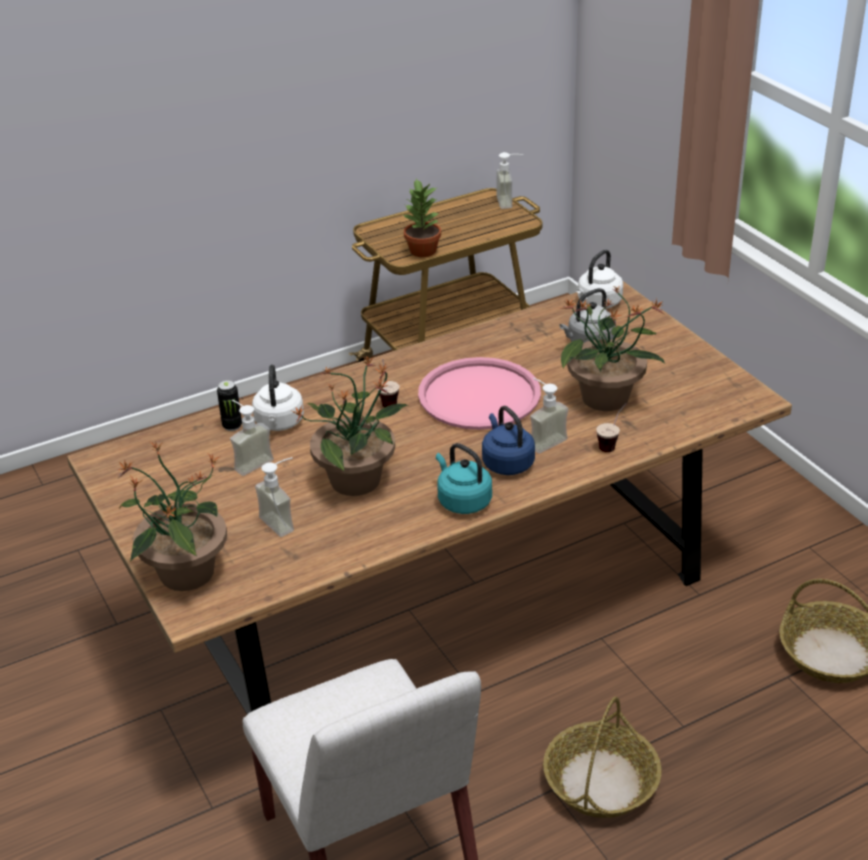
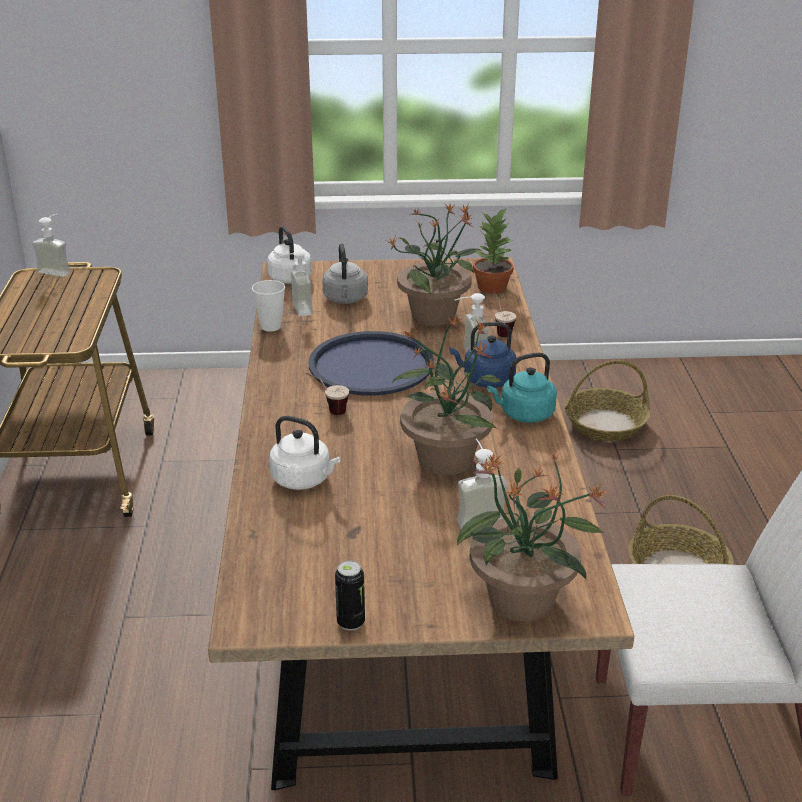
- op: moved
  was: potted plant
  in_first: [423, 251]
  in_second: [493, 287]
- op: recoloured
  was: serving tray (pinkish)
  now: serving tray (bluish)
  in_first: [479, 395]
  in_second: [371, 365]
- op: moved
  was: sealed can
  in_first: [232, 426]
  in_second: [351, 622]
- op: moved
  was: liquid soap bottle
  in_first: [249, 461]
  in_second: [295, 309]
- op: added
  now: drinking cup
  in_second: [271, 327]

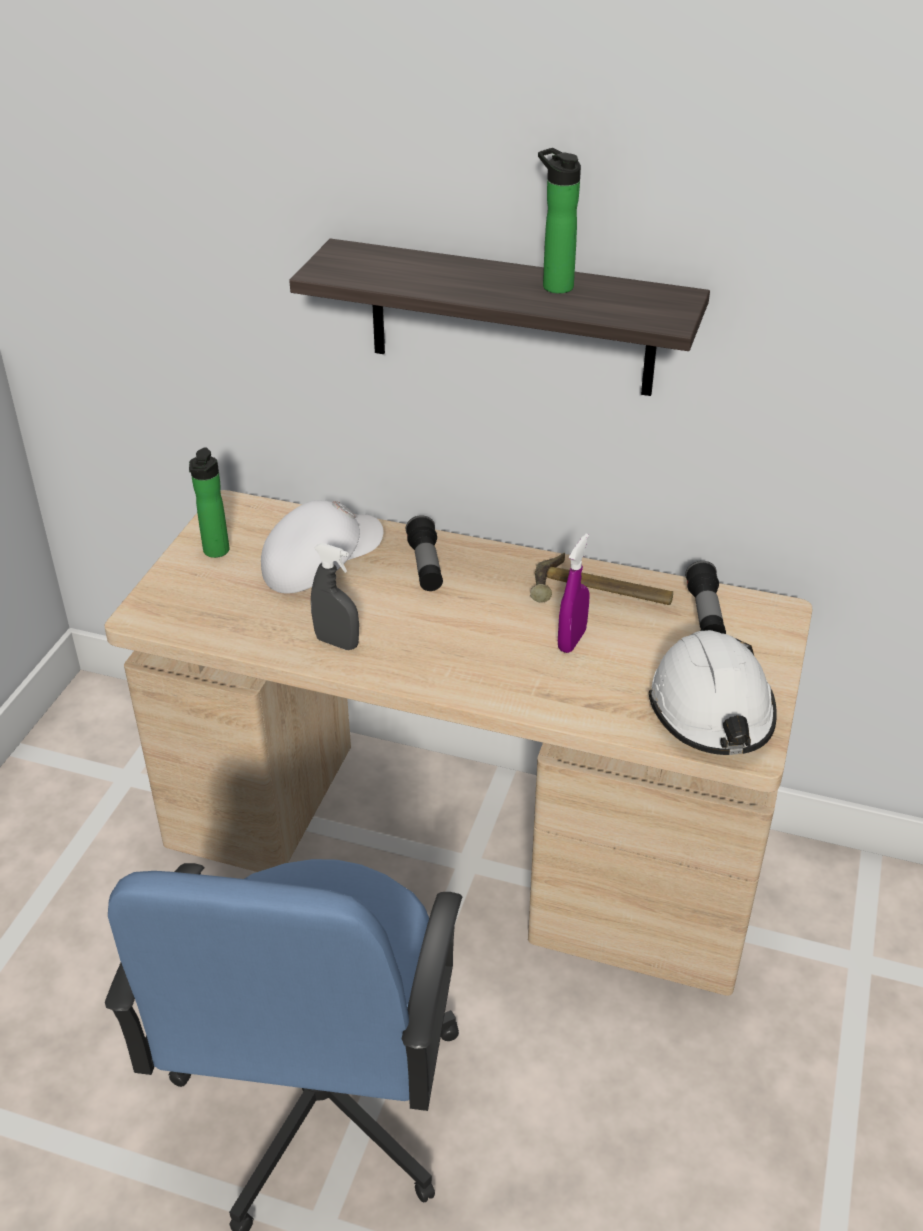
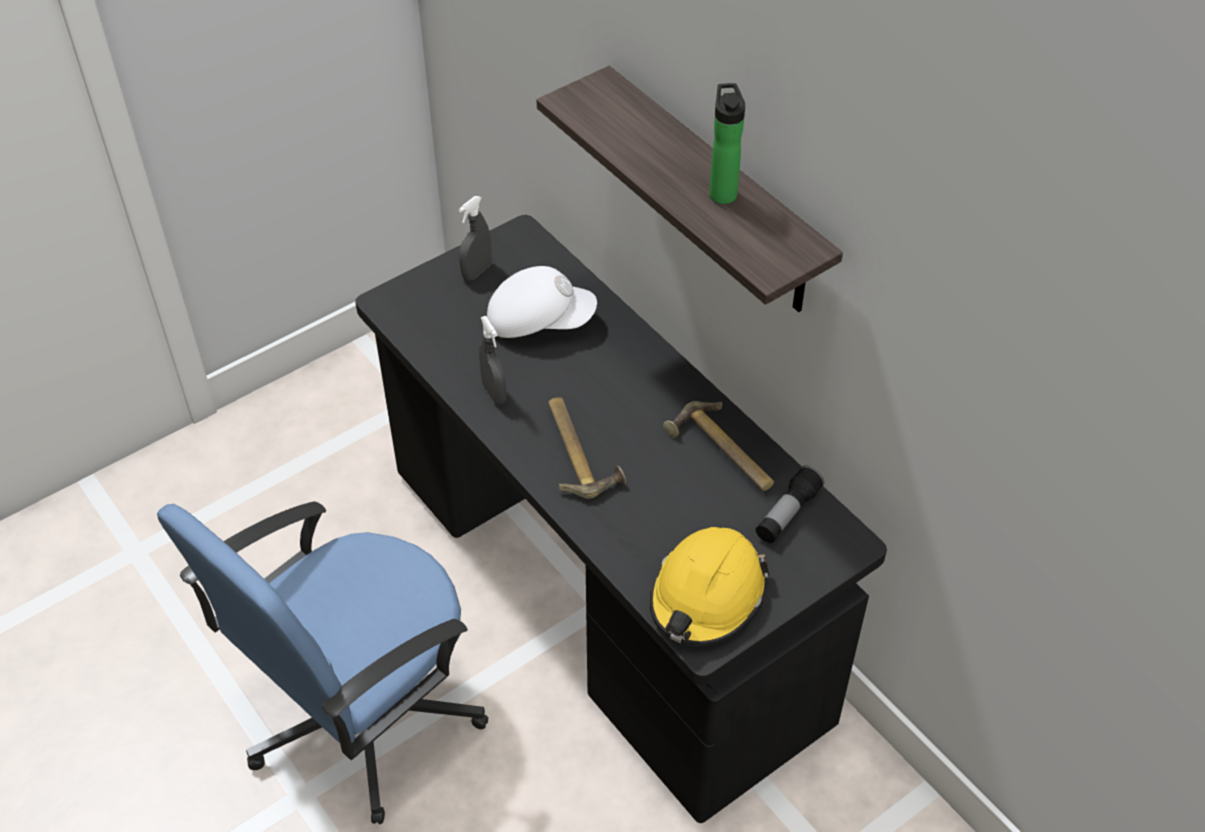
- op: replaced
  was: drink bottle
  now: sprayer (gray)
  in_first: [215, 553]
  in_second: [476, 271]
- op: recoloured
  was: desk (beige-coloured)
  now: desk (black-coloured)
  in_first: [462, 851]
  in_second: [603, 593]
- op: removed
  was: hand torch
  in_first: [425, 566]
- op: removed
  was: sprayer (purple-coloured)
  in_first: [572, 640]
- op: recoloured
  was: work helmet (white-coloured)
  now: work helmet (yellowish)
  in_first: [712, 711]
  in_second: [706, 596]
- op: added
  now: hammer
  in_second: [579, 451]

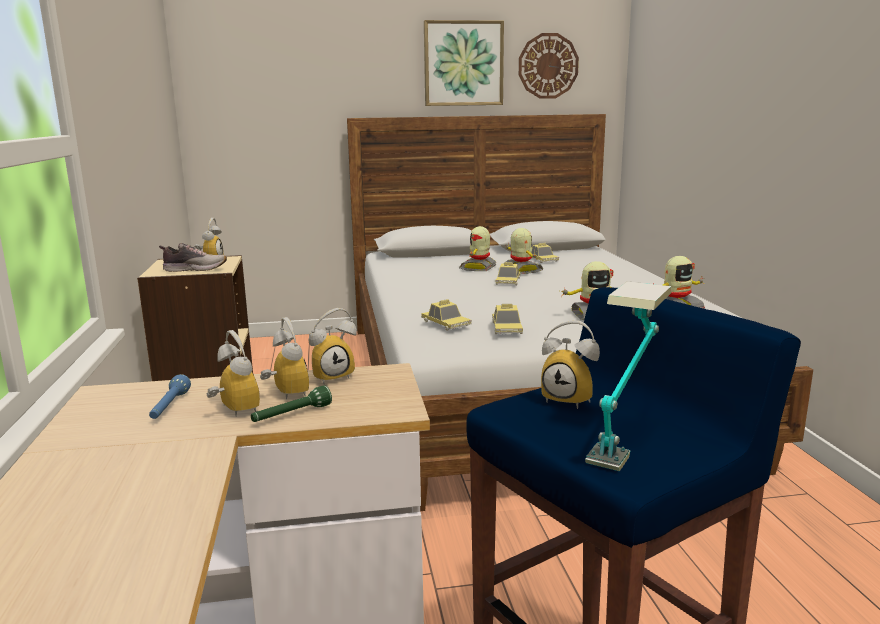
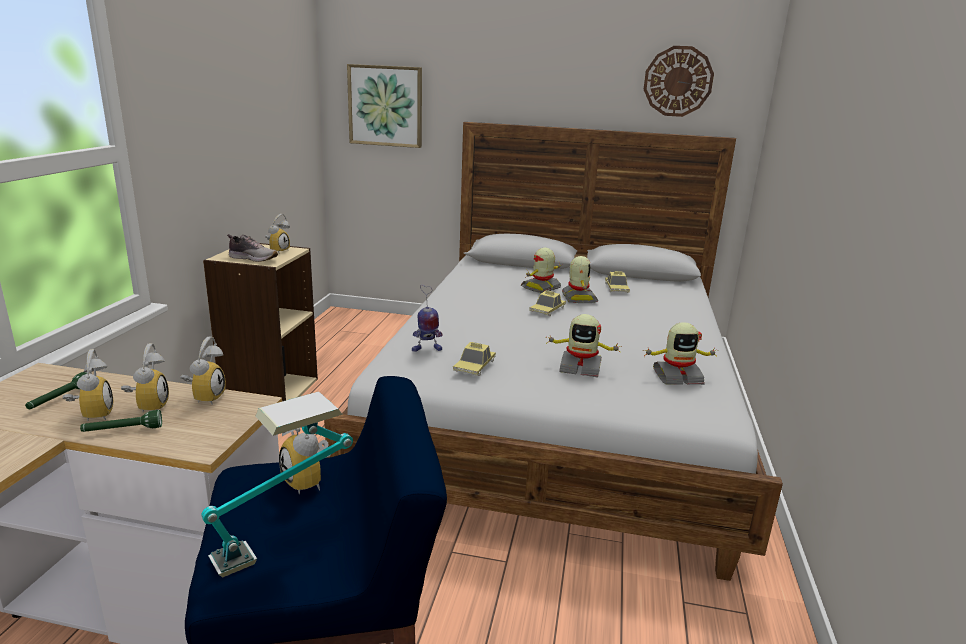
- op: moved
  was: picture
  in_first: [463, 63]
  in_second: [385, 106]
- op: replaced
  was: miniature car
  now: robot figure
  in_first: [446, 324]
  in_second: [426, 349]
- op: turned
  was: alarm clock
  in_first: [332, 376]
  in_second: [205, 397]
  clockwise: -75
- op: recoloured
  was: hand torch (bluish)
  now: hand torch (green-coloured)
  in_first: [169, 407]
  in_second: [60, 399]

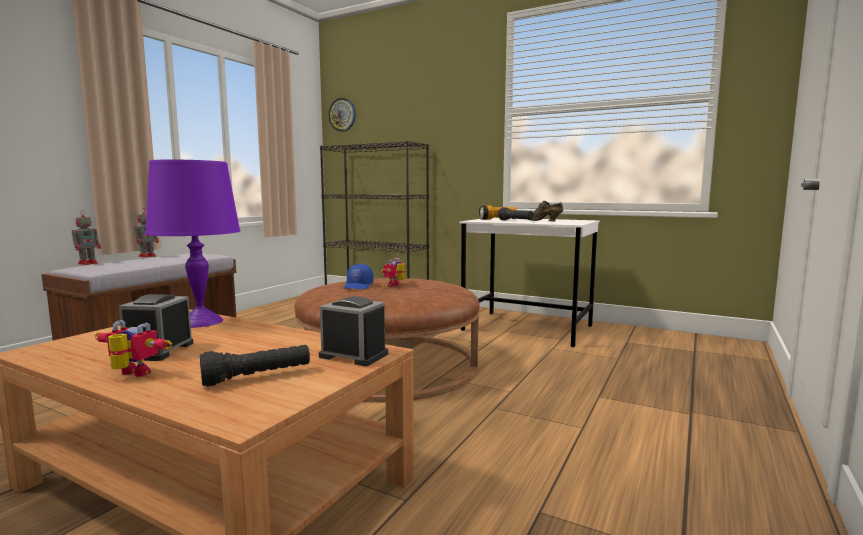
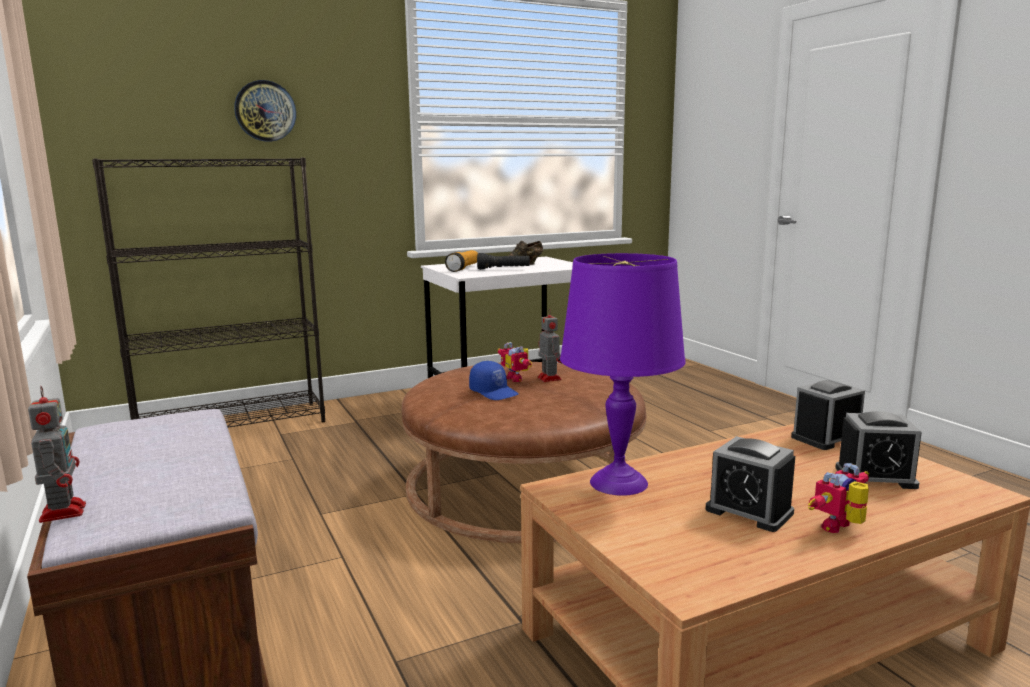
- op: moved
  was: wall clock
  in_first: [342, 115]
  in_second: [265, 111]
- op: moved
  was: robot figure
  in_first: [148, 256]
  in_second: [548, 378]
- op: replaced
  was: hand torch (black-coloured)
  now: alarm clock
  in_first: [257, 377]
  in_second: [875, 477]

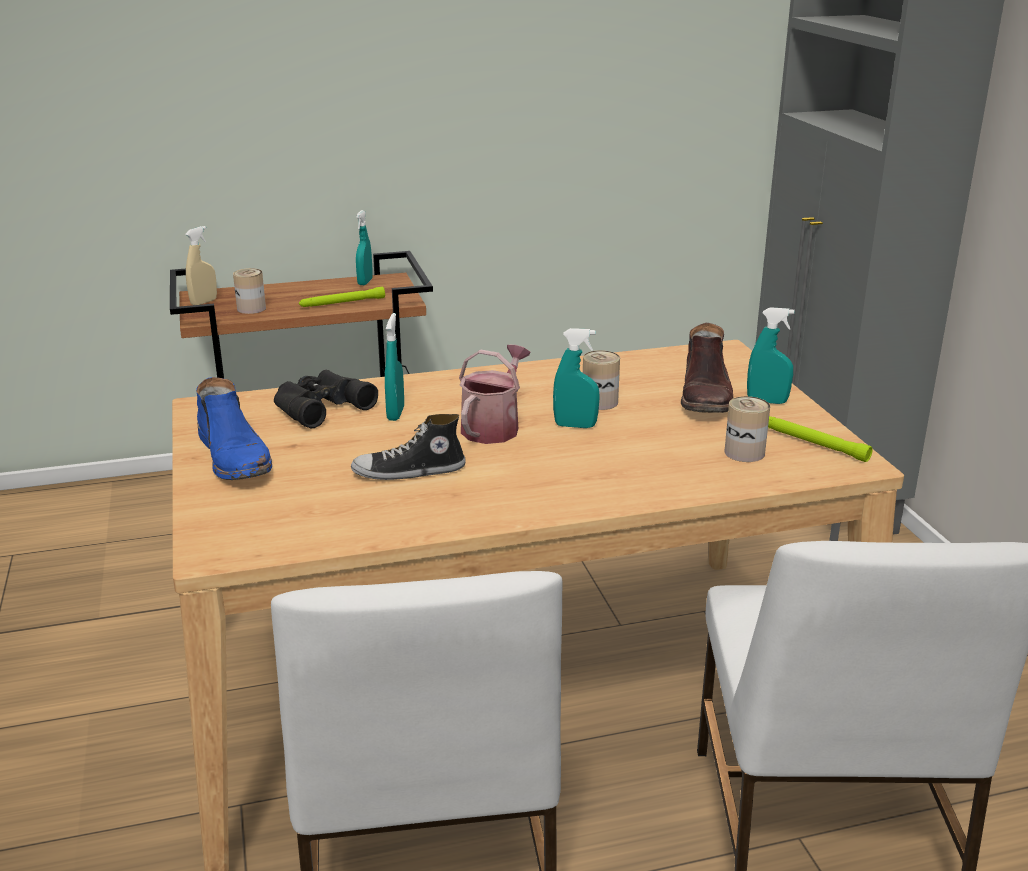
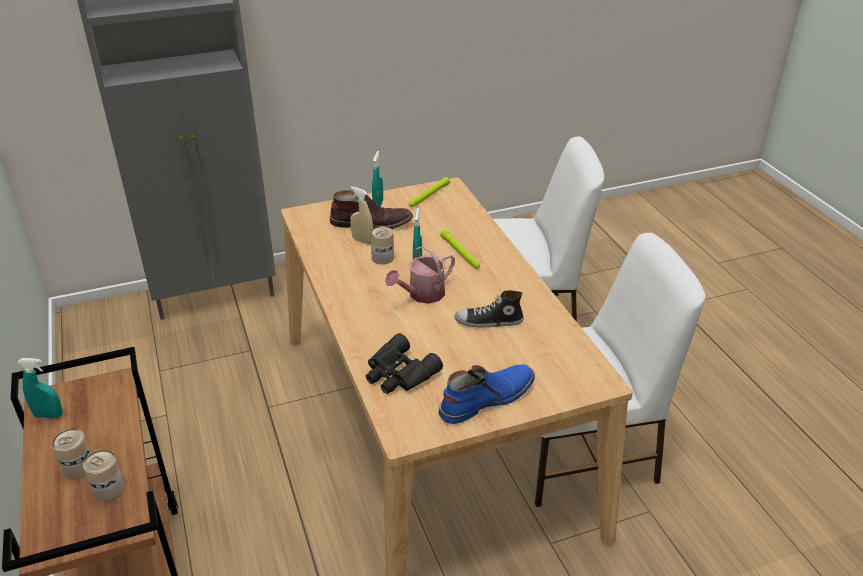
- op: moved
  was: sprayer (beige-coloured)
  in_first: [204, 302]
  in_second: [362, 241]
- op: moved
  was: hand torch (green-coloured)
  in_first: [342, 303]
  in_second: [460, 253]
- op: removed
  was: sprayer (blue-green)
  in_first: [395, 413]
- op: turned
  was: sprinkling can
  in_first: [493, 426]
  in_second: [422, 295]
  clockwise: -60
- op: moved
  was: sealed can
  in_first: [744, 452]
  in_second: [78, 467]
- op: turned
  was: low shoe
  in_first: [409, 472]
  in_second: [488, 321]
  clockwise: 105

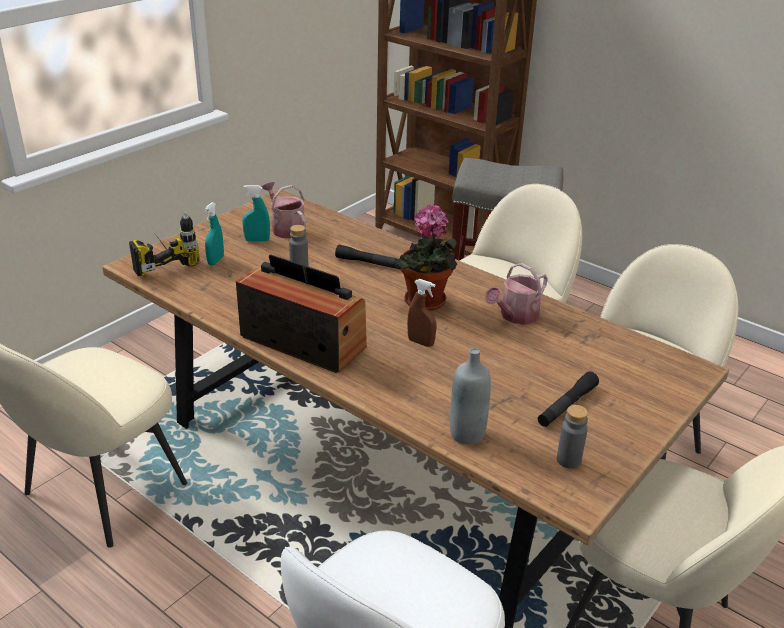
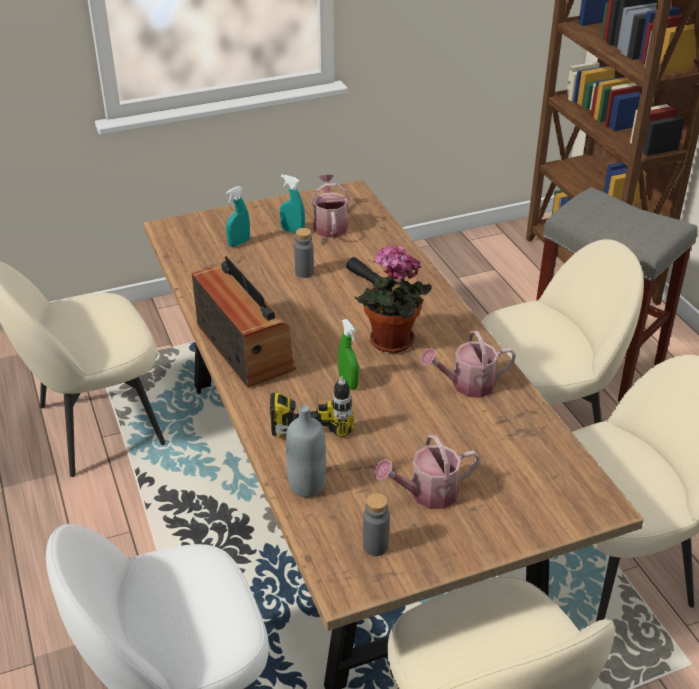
- op: moved
  was: drill
  in_first: [161, 259]
  in_second: [312, 414]
- op: recoloured
  was: sprayer (brownish)
  now: sprayer (green-coloured)
  in_first: [420, 342]
  in_second: [348, 382]
- op: replaced
  was: hand torch (black-coloured)
  now: sprinkling can
  in_first: [567, 405]
  in_second: [427, 494]

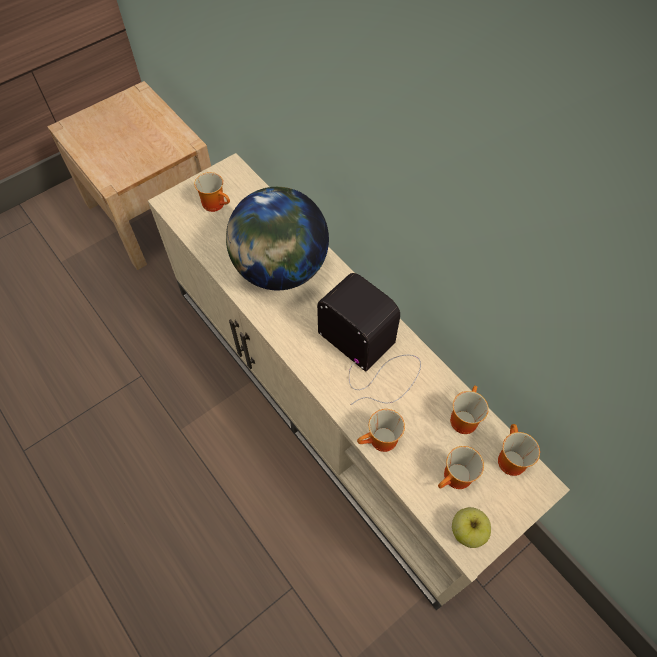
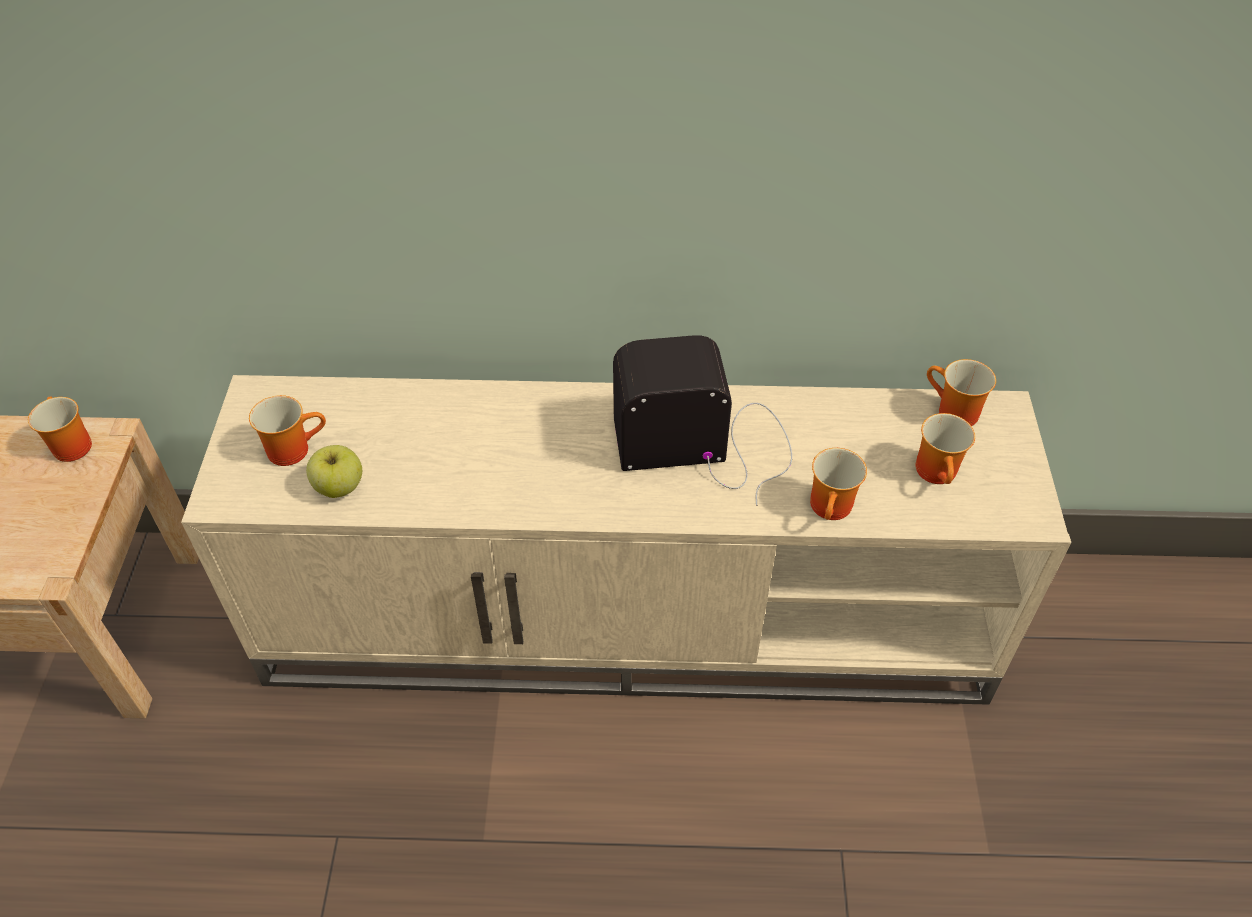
- op: removed
  was: desk globe
  in_first: [280, 269]
- op: moved
  was: mug
  in_first: [462, 417]
  in_second: [68, 445]
- op: moved
  was: apple
  in_first: [467, 531]
  in_second: [339, 486]

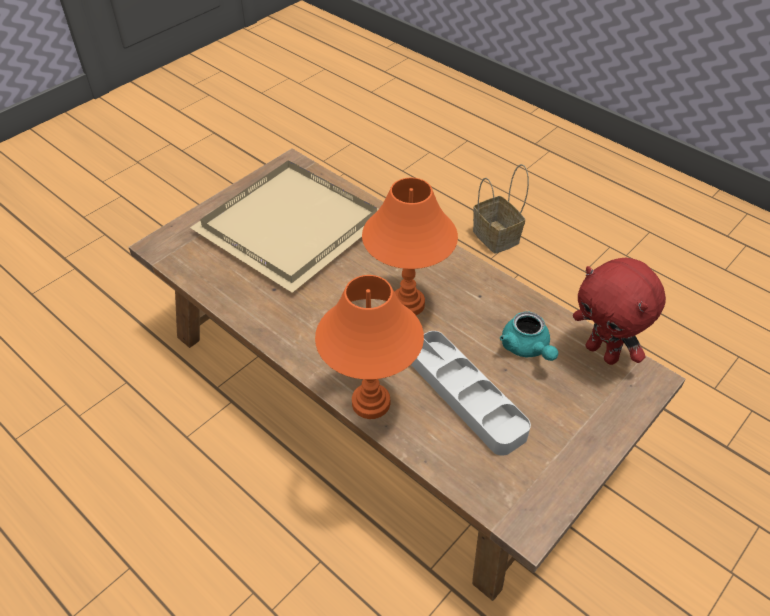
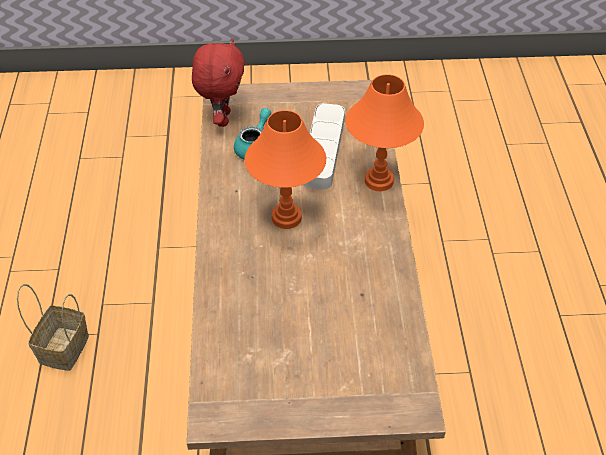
- op: removed
  was: serving tray (beige-coloured)
  in_first: [287, 226]

